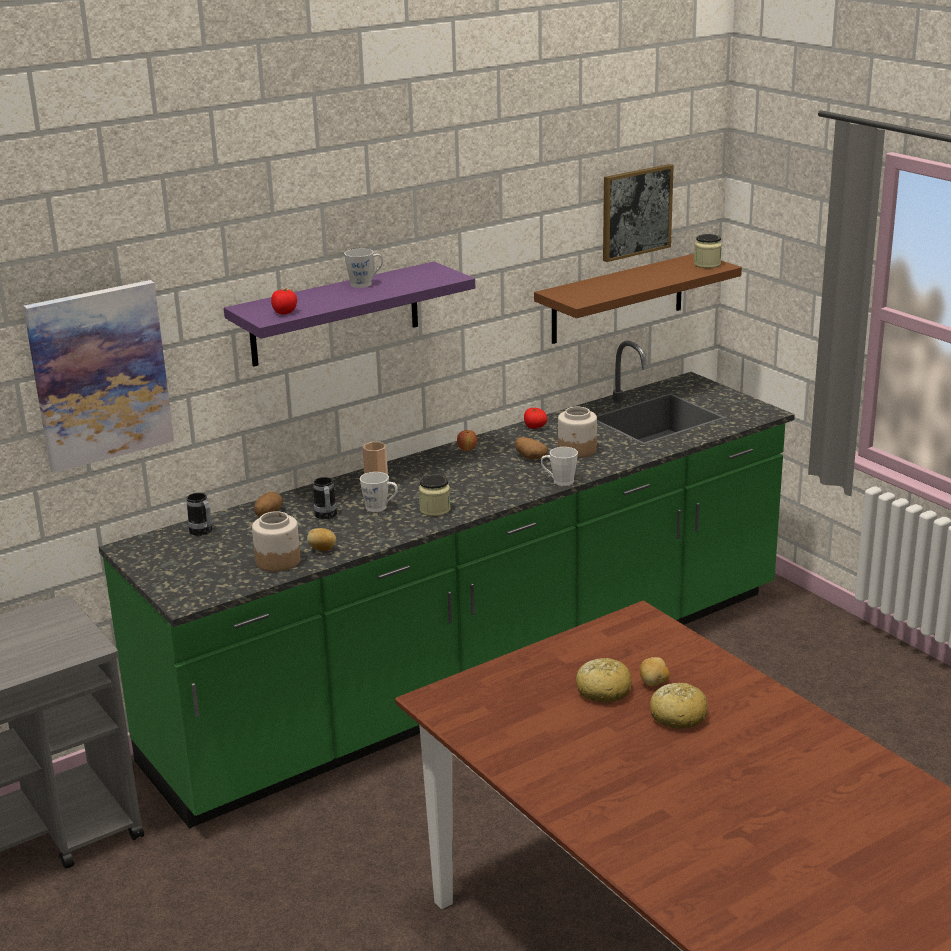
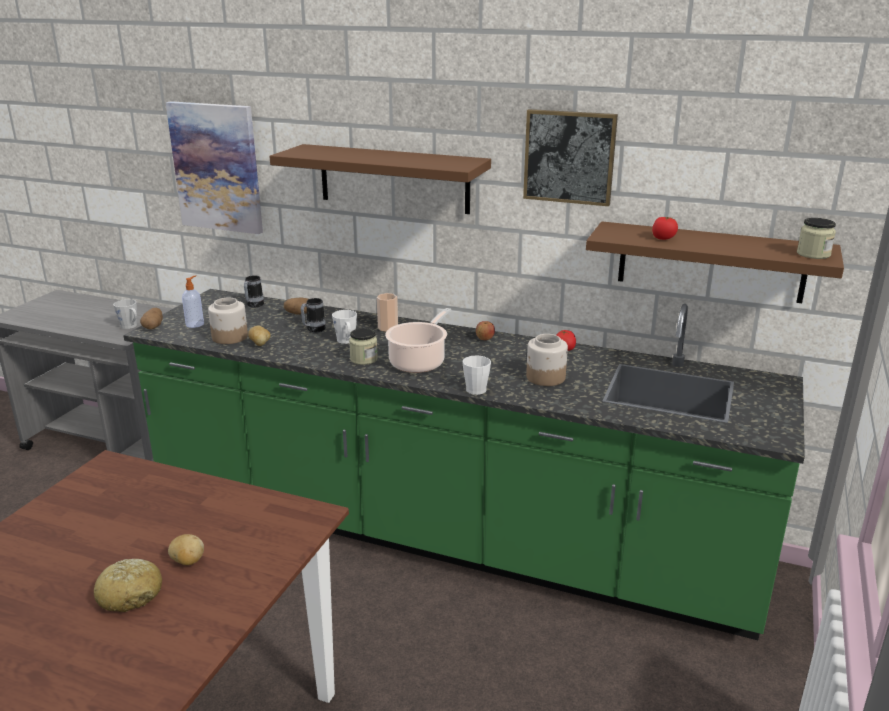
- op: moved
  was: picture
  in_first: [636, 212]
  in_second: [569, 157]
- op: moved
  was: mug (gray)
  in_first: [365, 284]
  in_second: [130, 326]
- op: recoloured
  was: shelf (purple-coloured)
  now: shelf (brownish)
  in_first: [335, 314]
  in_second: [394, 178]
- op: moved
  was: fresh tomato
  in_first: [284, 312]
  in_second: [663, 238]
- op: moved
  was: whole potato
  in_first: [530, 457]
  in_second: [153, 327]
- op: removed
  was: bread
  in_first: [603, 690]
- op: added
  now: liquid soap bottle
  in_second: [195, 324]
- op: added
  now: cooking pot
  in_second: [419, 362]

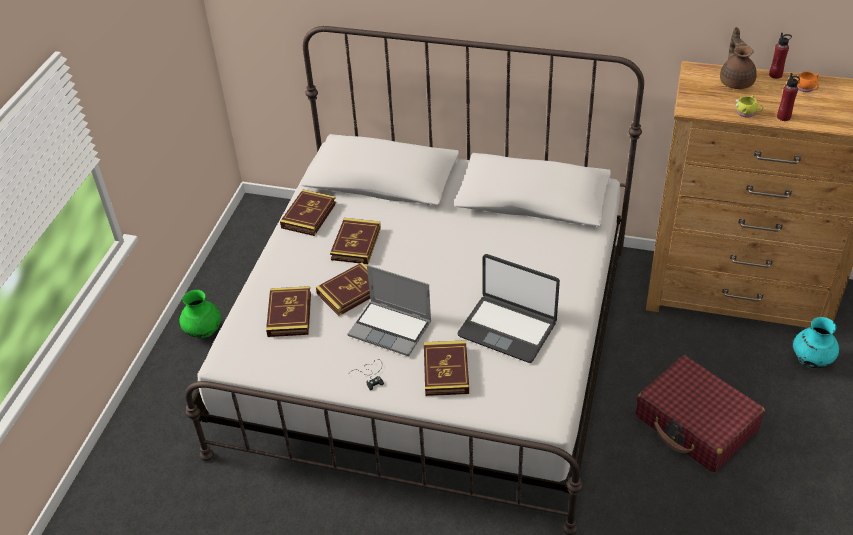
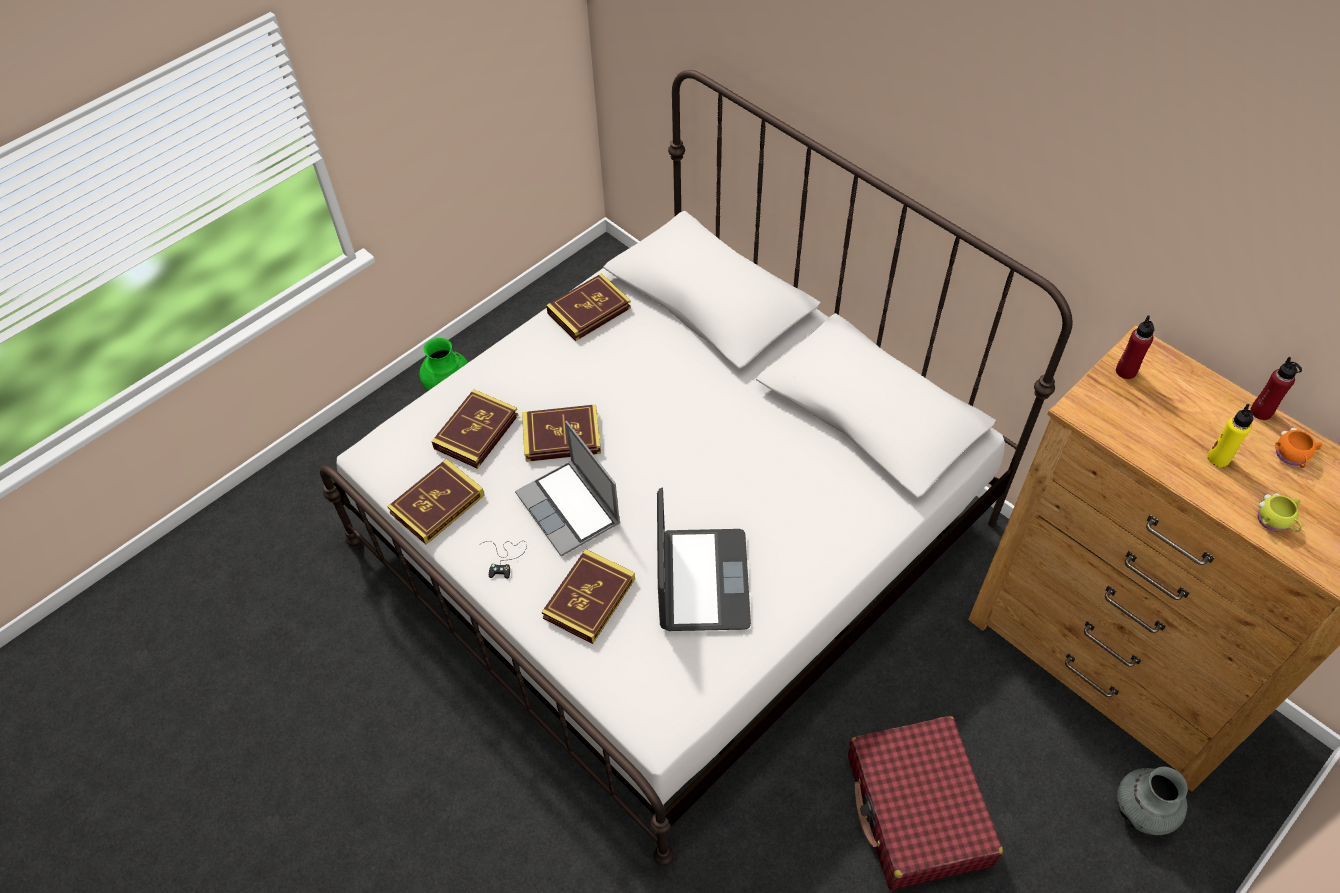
- op: removed
  was: tea pot (brownish)
  in_first: [736, 81]
- op: moved
  was: drink bottle (reddish)
  in_first: [783, 117]
  in_second: [1126, 371]
- op: moved
  was: mug (yellowish)
  in_first: [747, 113]
  in_second: [1275, 522]
- op: moved
  was: volume
  in_first: [356, 244]
  in_second: [437, 504]
- op: turned
  was: laptop
  in_first: [507, 328]
  in_second: [701, 581]
  clockwise: -150
- op: recoloured
  was: vase (blue-green)
  now: vase (gray)
  in_first: [811, 360]
  in_second: [1142, 811]
- op: added
  now: drink bottle (yellowish)
  in_second: [1218, 458]

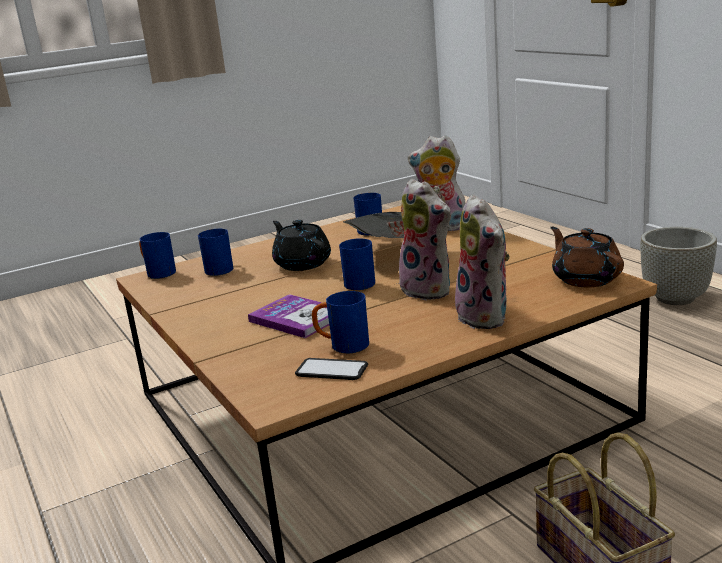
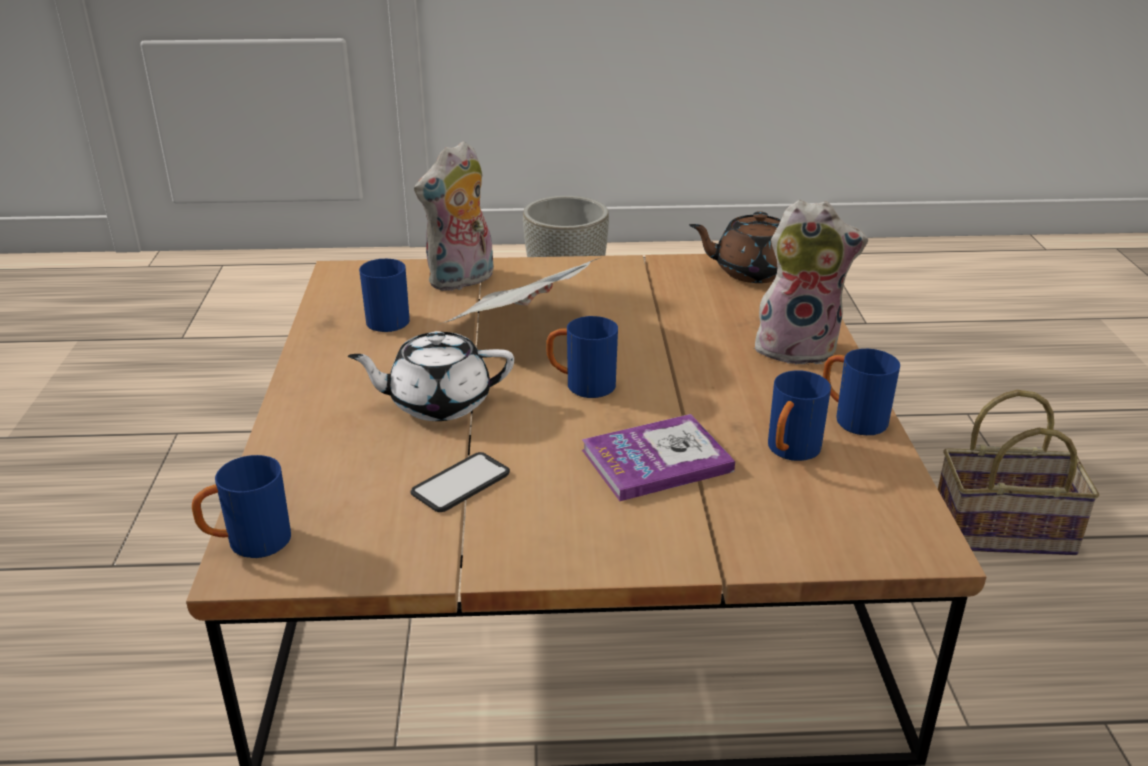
- op: removed
  was: cuddly toy
  in_first: [430, 290]
- op: recoloured
  was: tea pot (black-coloured)
  now: tea pot (white-coloured)
  in_first: [302, 264]
  in_second: [438, 403]
- op: moved
  was: mug (bluish)
  in_first: [221, 268]
  in_second: [851, 418]
- op: moved
  was: handset
  in_first: [331, 370]
  in_second: [461, 483]

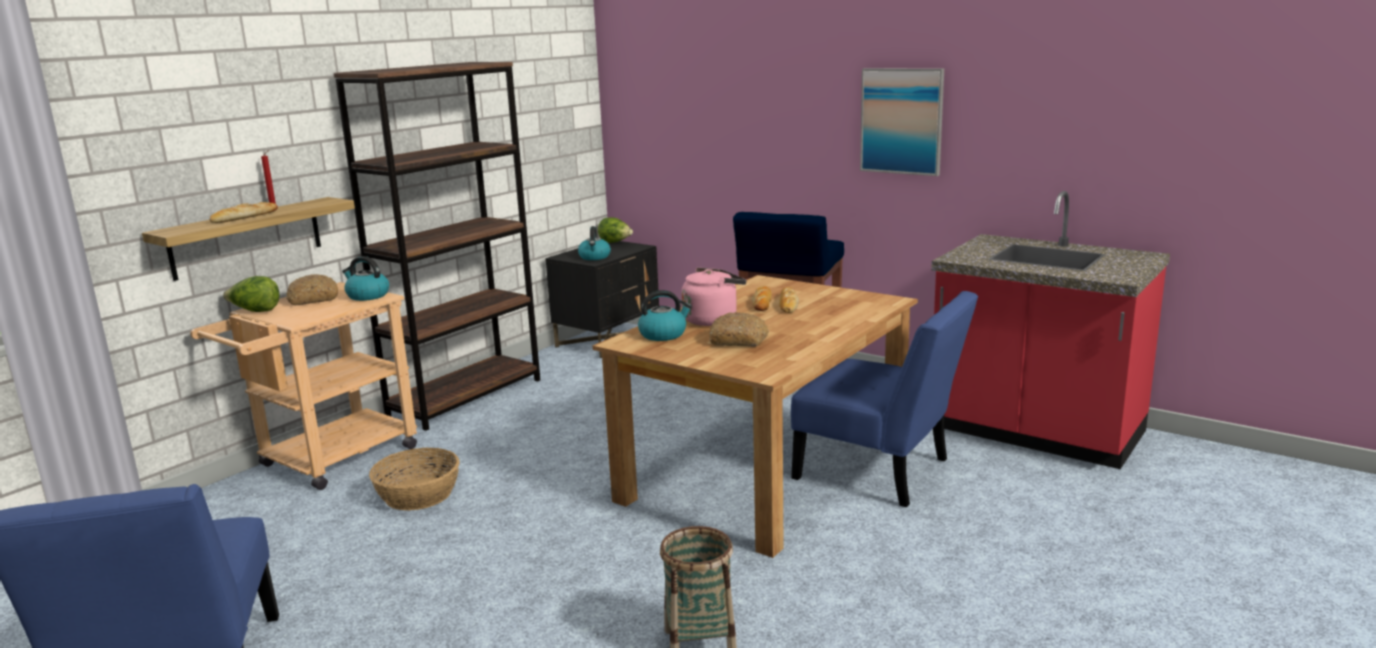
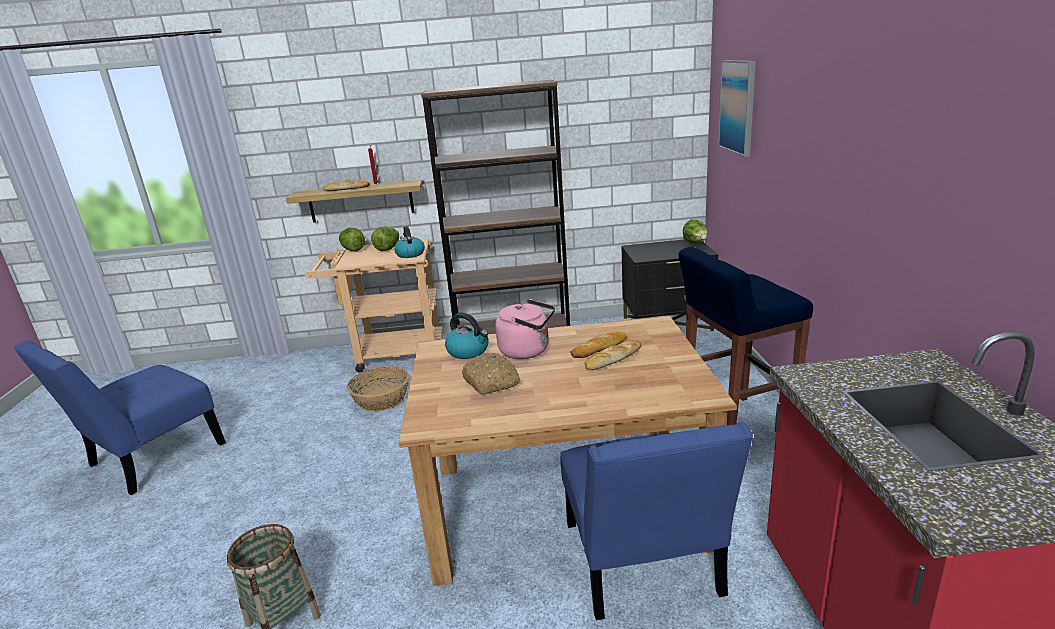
- op: moved
  was: picture
  in_first: [902, 121]
  in_second: [738, 107]
- op: removed
  was: tea kettle
  in_first: [595, 257]
- op: replaced
  was: bread
  now: head of lettuce
  in_first: [313, 299]
  in_second: [388, 249]

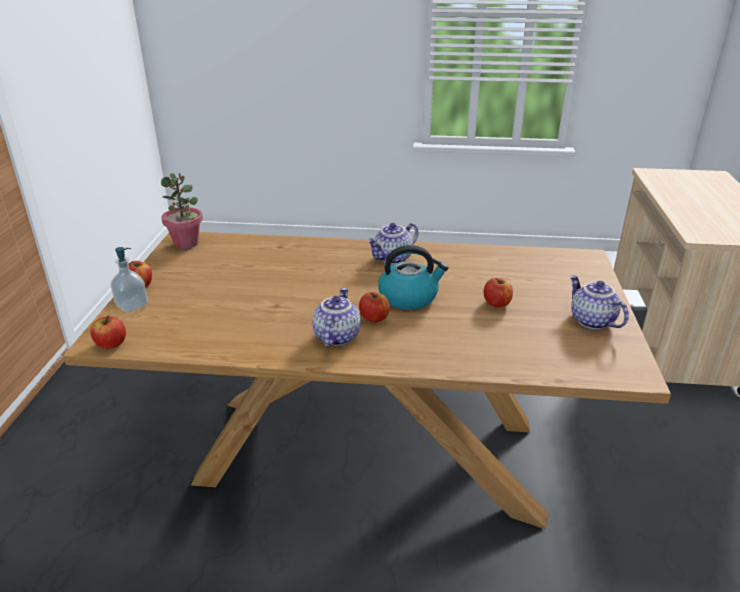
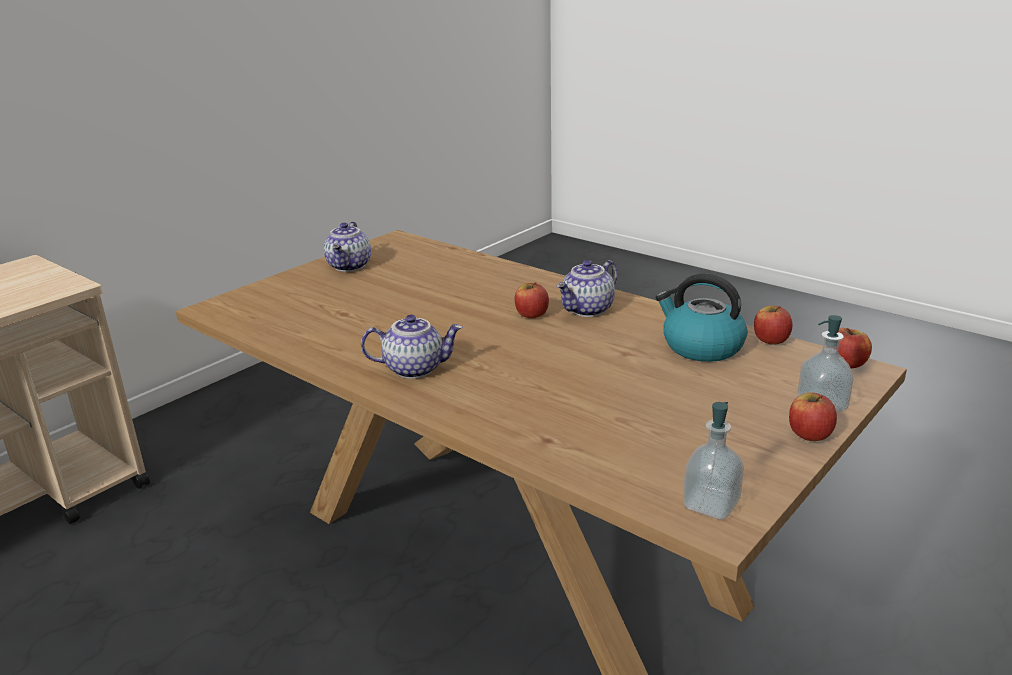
- op: replaced
  was: potted plant
  now: liquid soap bottle
  in_first: [186, 243]
  in_second: [710, 505]
- op: moved
  was: tea kettle
  in_first: [409, 297]
  in_second: [701, 347]
- op: moved
  was: apple
  in_first: [497, 303]
  in_second: [771, 340]

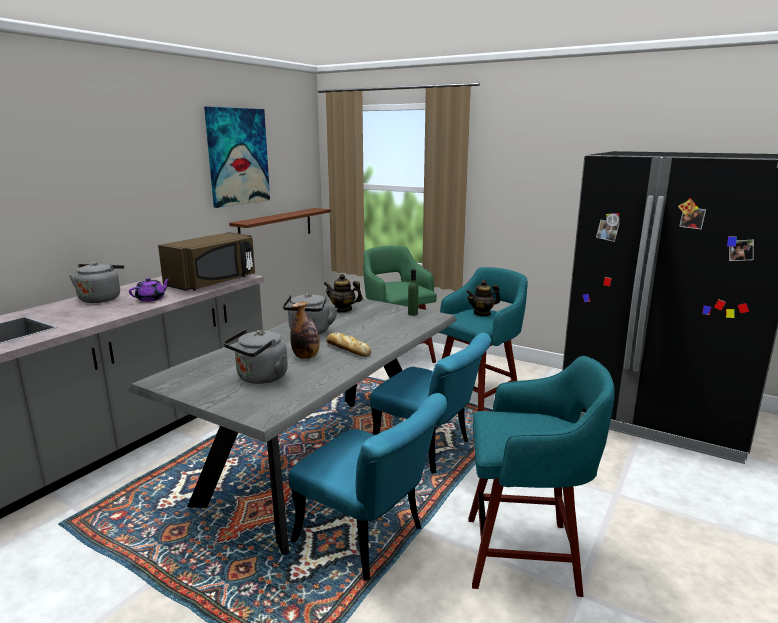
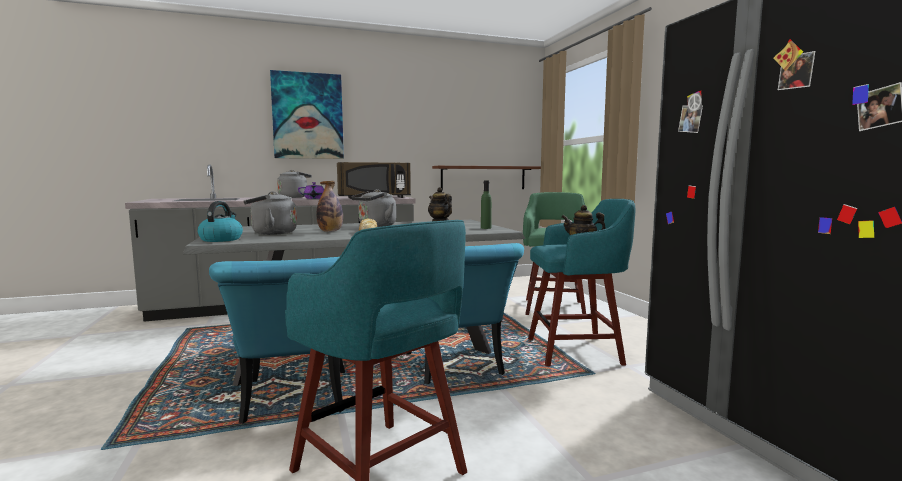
- op: moved
  was: picture
  in_first: [238, 157]
  in_second: [308, 116]
- op: added
  now: tea kettle
  in_second: [221, 239]

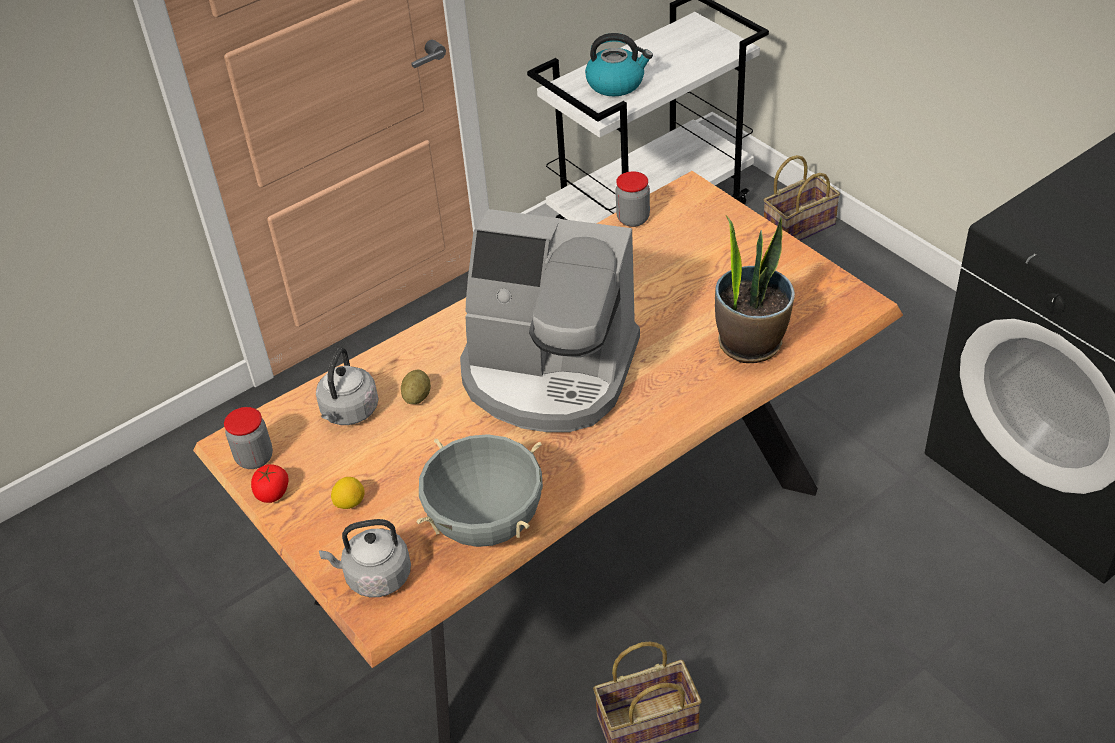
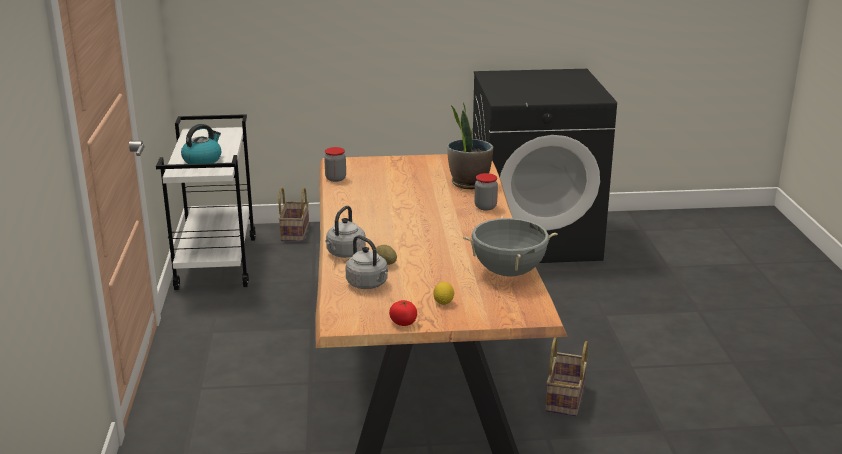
- op: removed
  was: coffee maker
  in_first: [548, 372]
- op: moved
  was: jar
  in_first: [255, 458]
  in_second: [485, 207]
- op: moved
  was: tea kettle (gray)
  in_first: [375, 577]
  in_second: [344, 254]

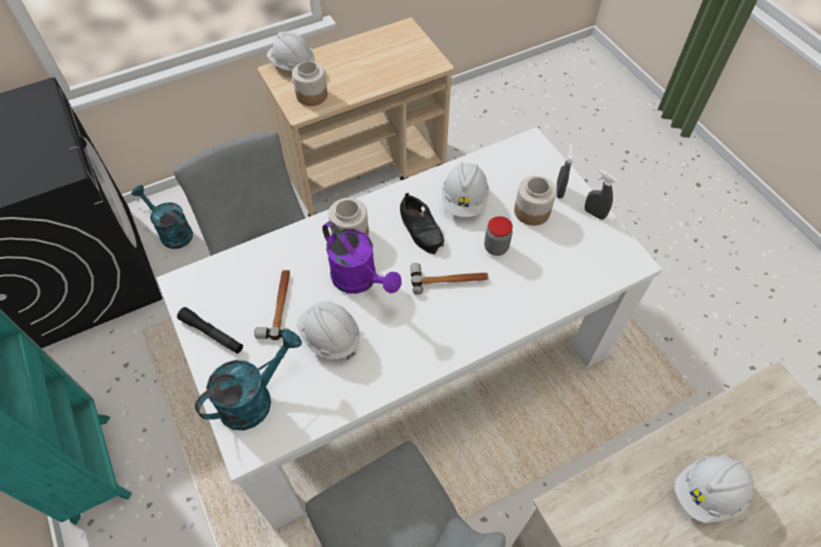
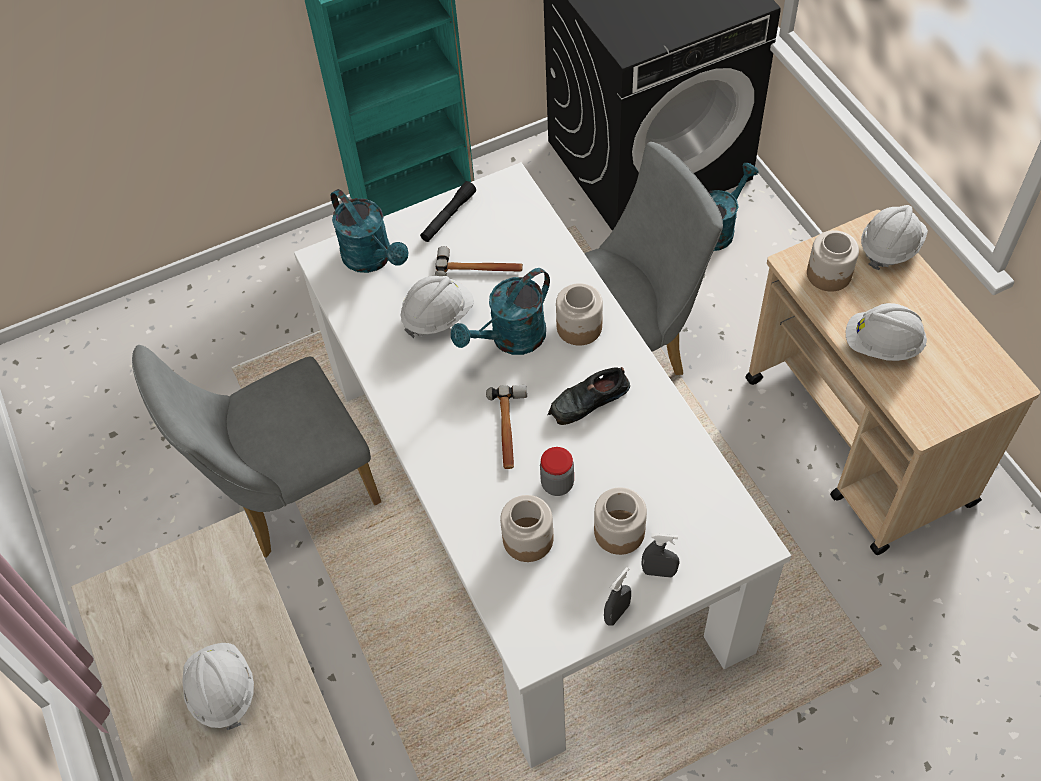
- op: moved
  was: work helmet (white-coloured)
  in_first: [464, 200]
  in_second: [882, 345]
- op: recoloured
  was: sprinkling can (purple-coloured)
  now: sprinkling can (blue-green)
  in_first: [360, 280]
  in_second: [510, 340]
- op: added
  now: jar
  in_second: [528, 538]

